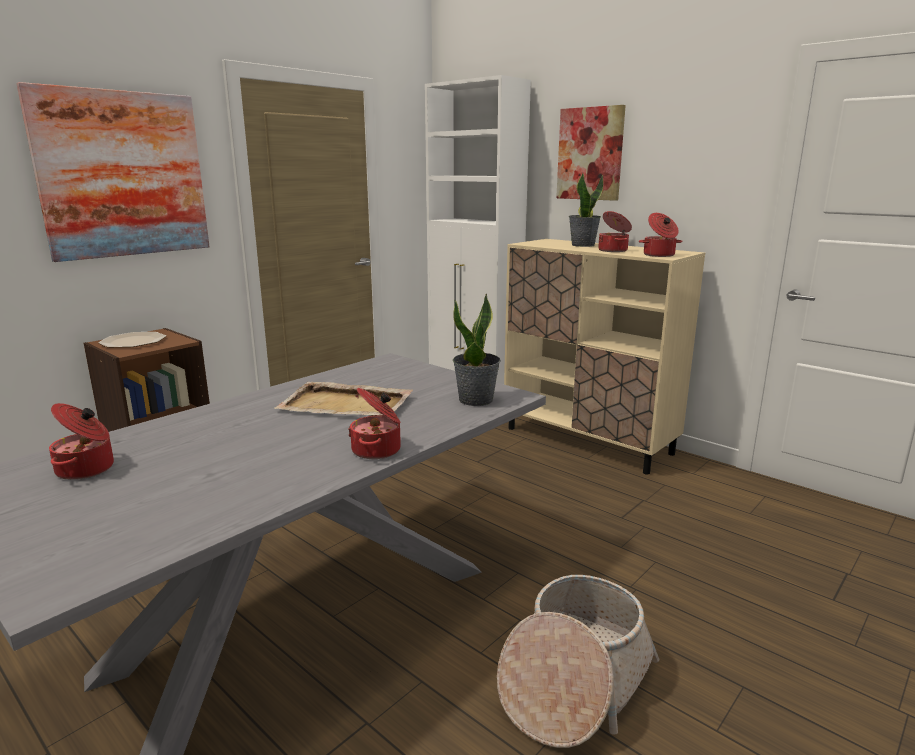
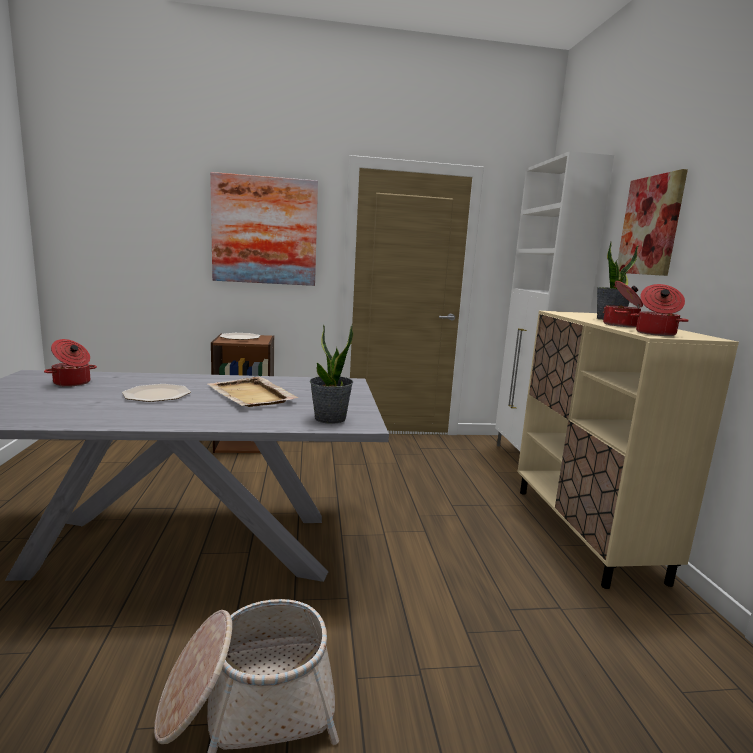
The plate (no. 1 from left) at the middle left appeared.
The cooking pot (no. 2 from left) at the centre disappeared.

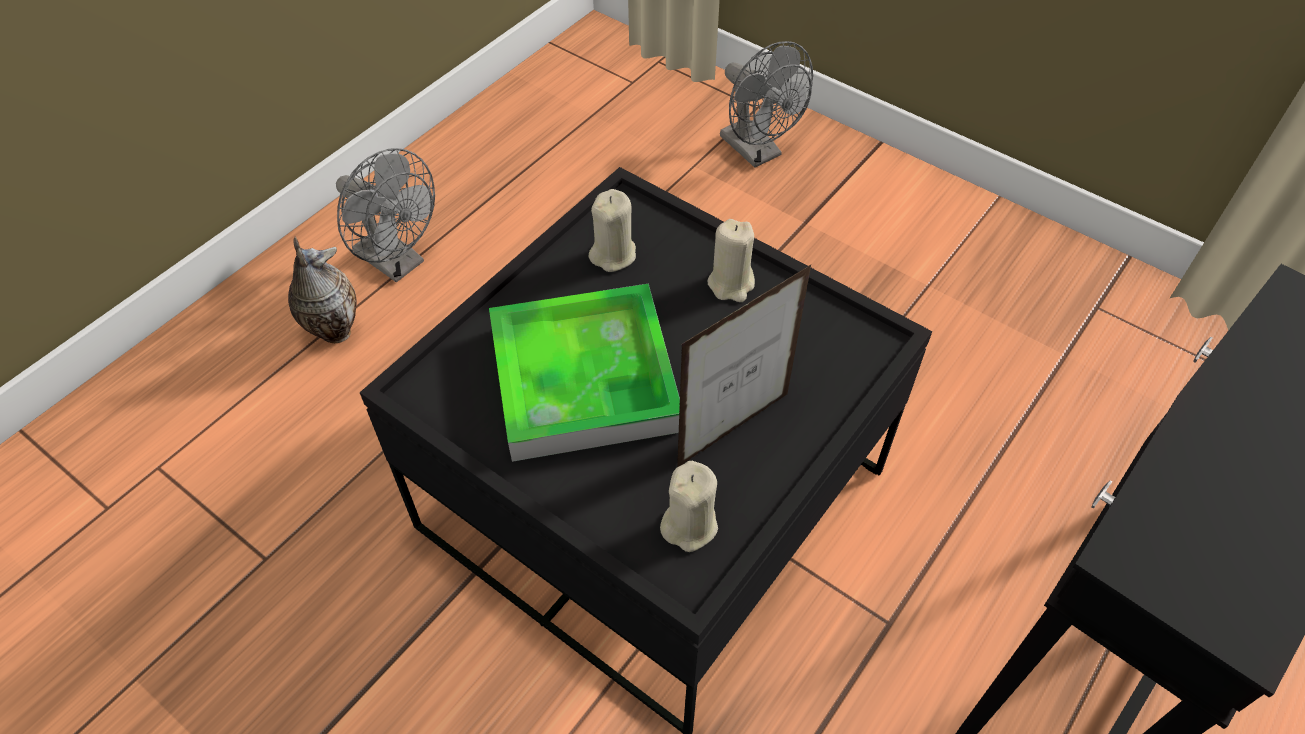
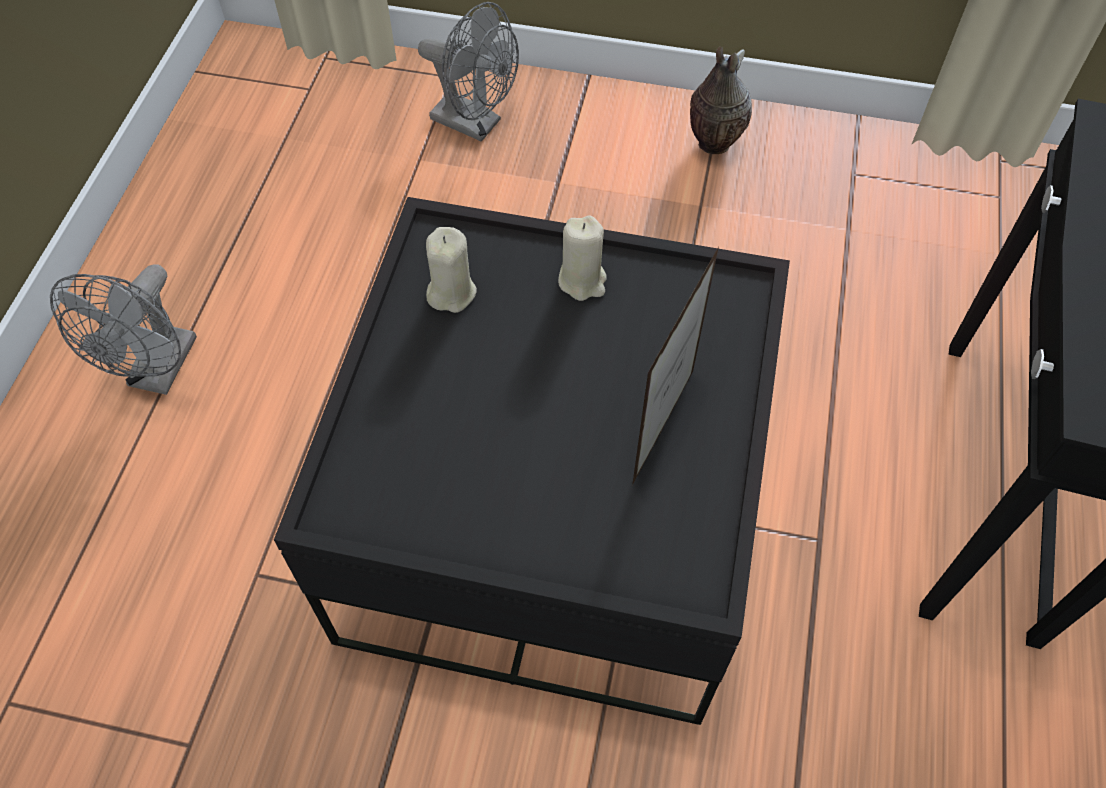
The fan (grey) (no. 1 from left) at the top left turned 90 degrees clockwise.
The vase moved from the middle left to the top centre.
The tray at the centre disappeared.
The candle (beige) (no. 2 from left) at the bottom centre disappeared.

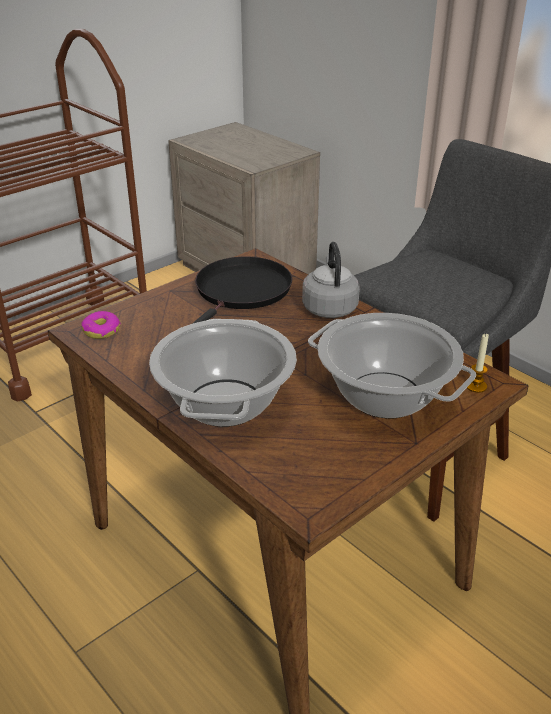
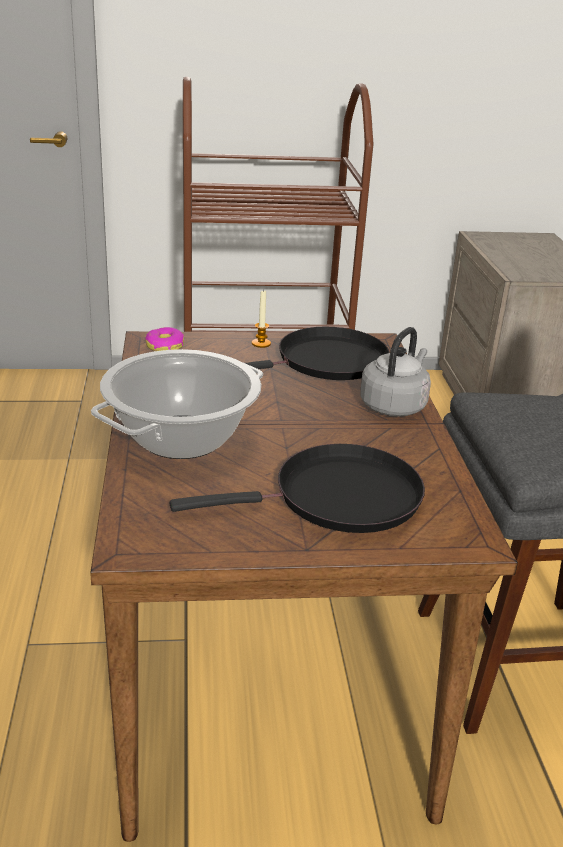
The cooking pot (no. 2 from left) at the middle right was replaced by the frying pan (black) (no. 1 from left) at the centre.
The candle moved from the middle right to the centre.

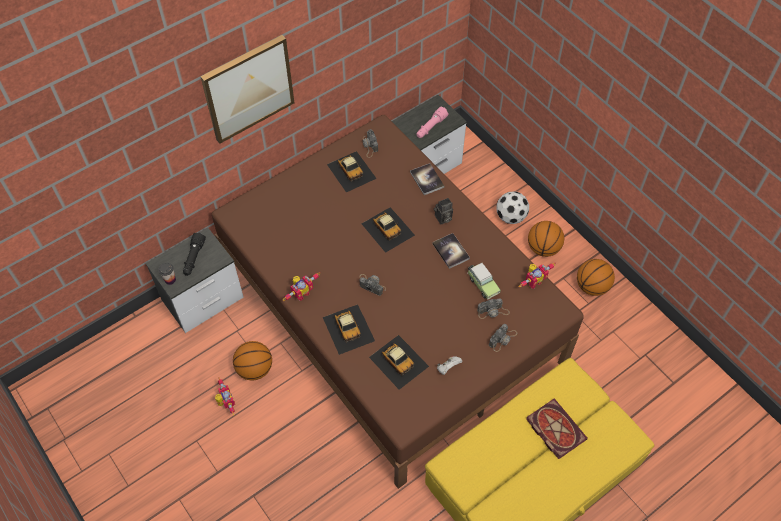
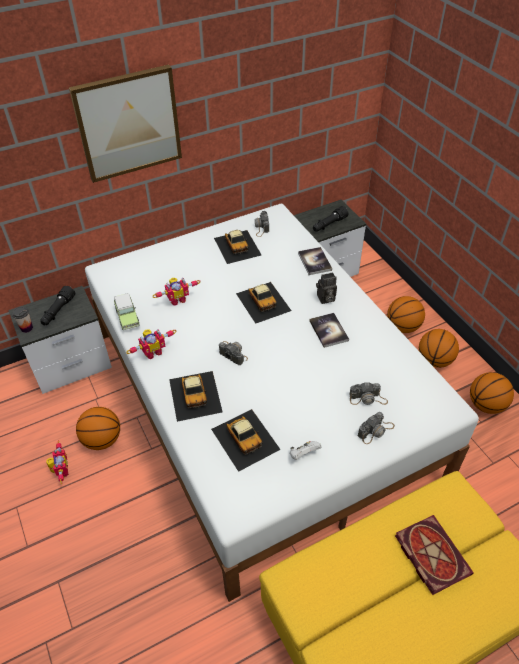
The bed (brown) at the centre became the bed (white) at the centre.
The toy car (no. 5 from left in the first image) moved from the centre to the middle left.
The toy robot (no. 3 from left) moved from the middle right to the centre.
The flashlight (pink) at the top centre became the flashlight (black) (no. 2 from left) at the top centre.
The football at the centre was replaced by the basketball (no. 2 from left) at the middle right.

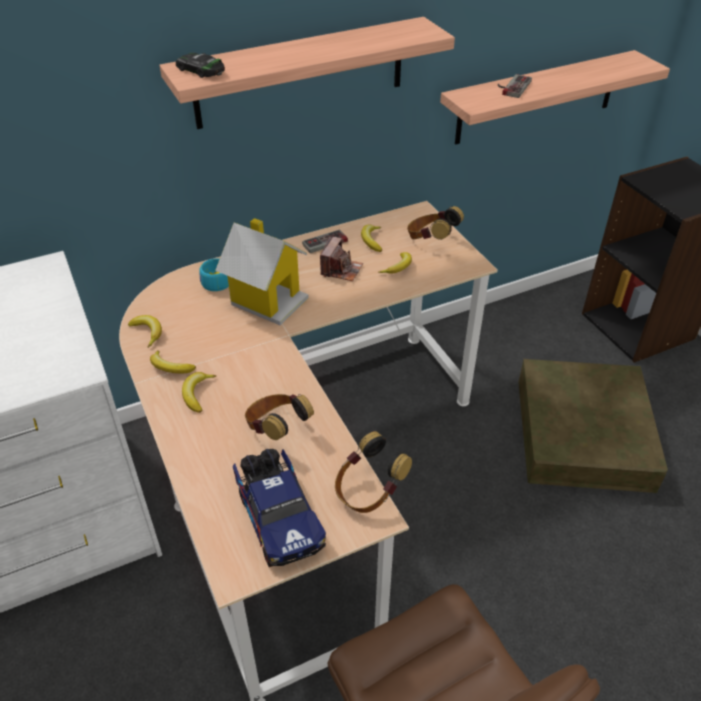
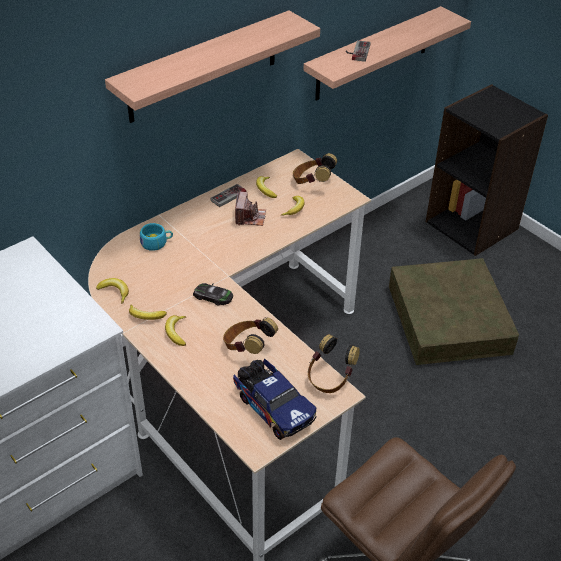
The toy car moved from the top left to the centre.
The toy house at the centre disappeared.

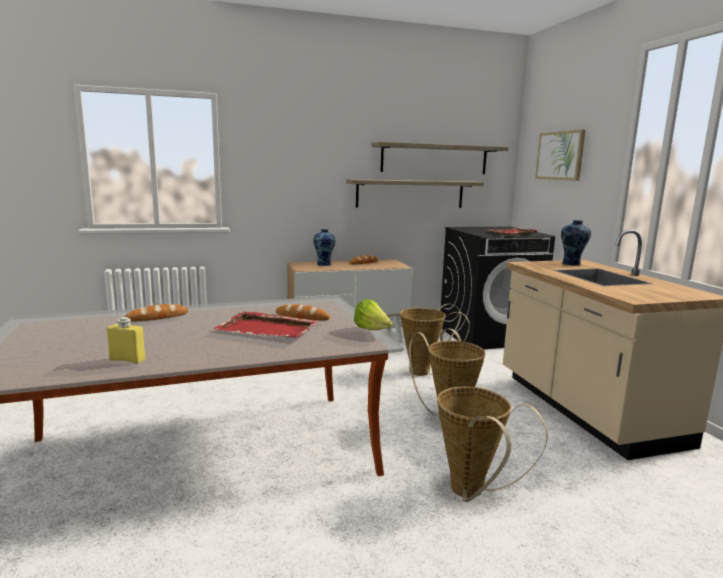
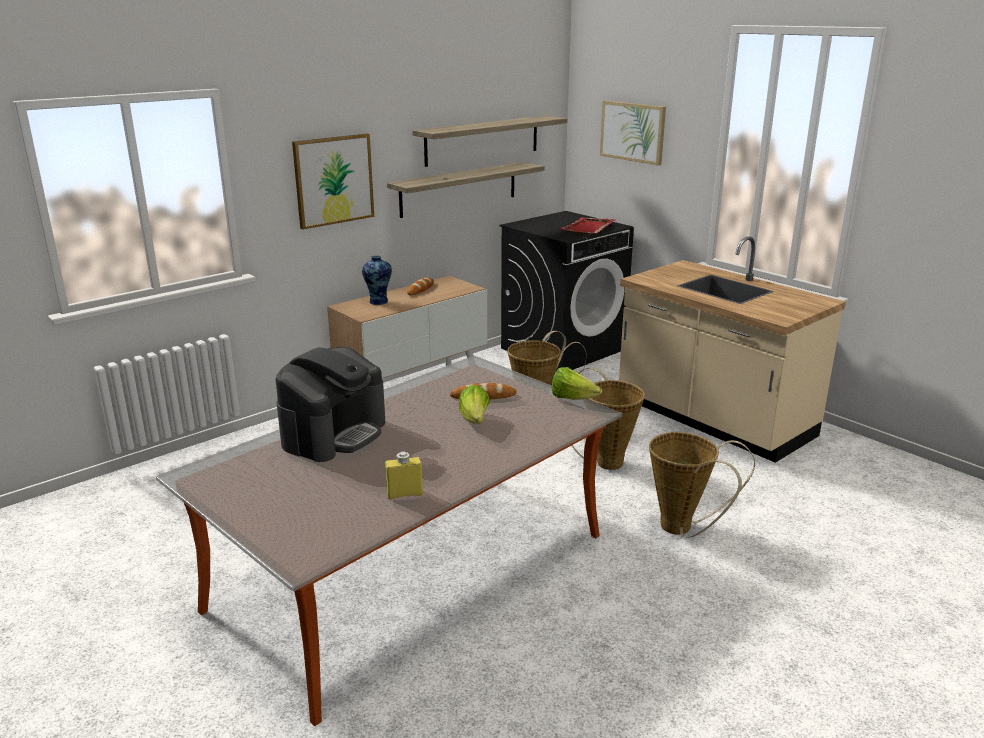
The bread (no. 1 from left) at the middle left was replaced by the coffee machine at the centre.
The picture (no. 1 from left) at the top centre appeared.
The tray (red) (no. 1 from left) at the centre was replaced by the lettuce (no. 1 from left) at the centre.
The vase (no. 2 from left) at the middle right disappeared.

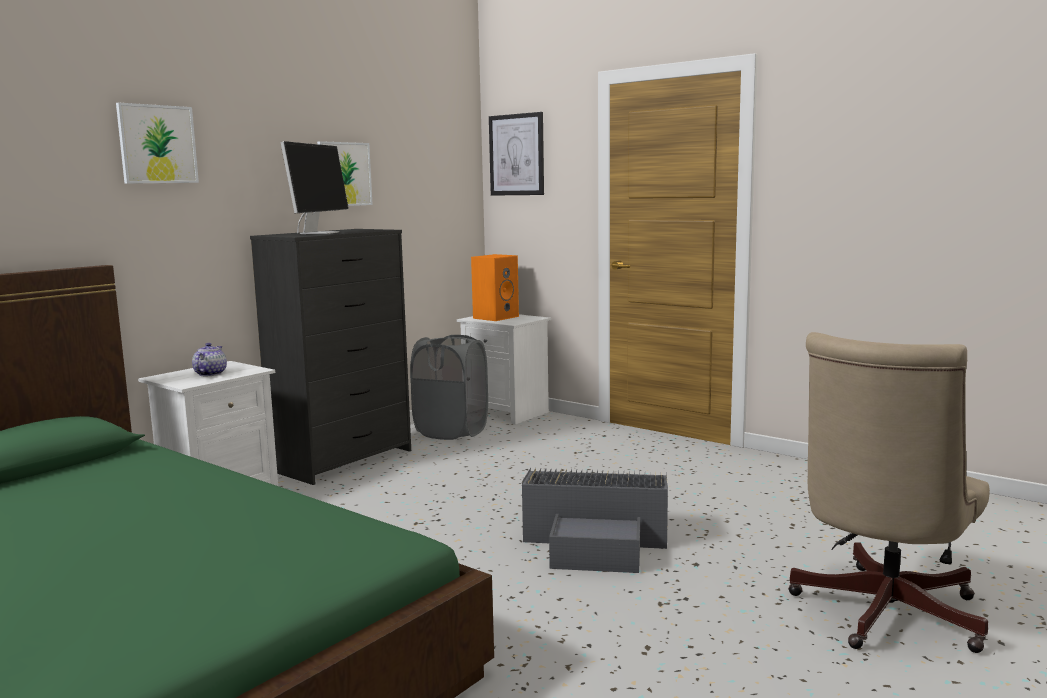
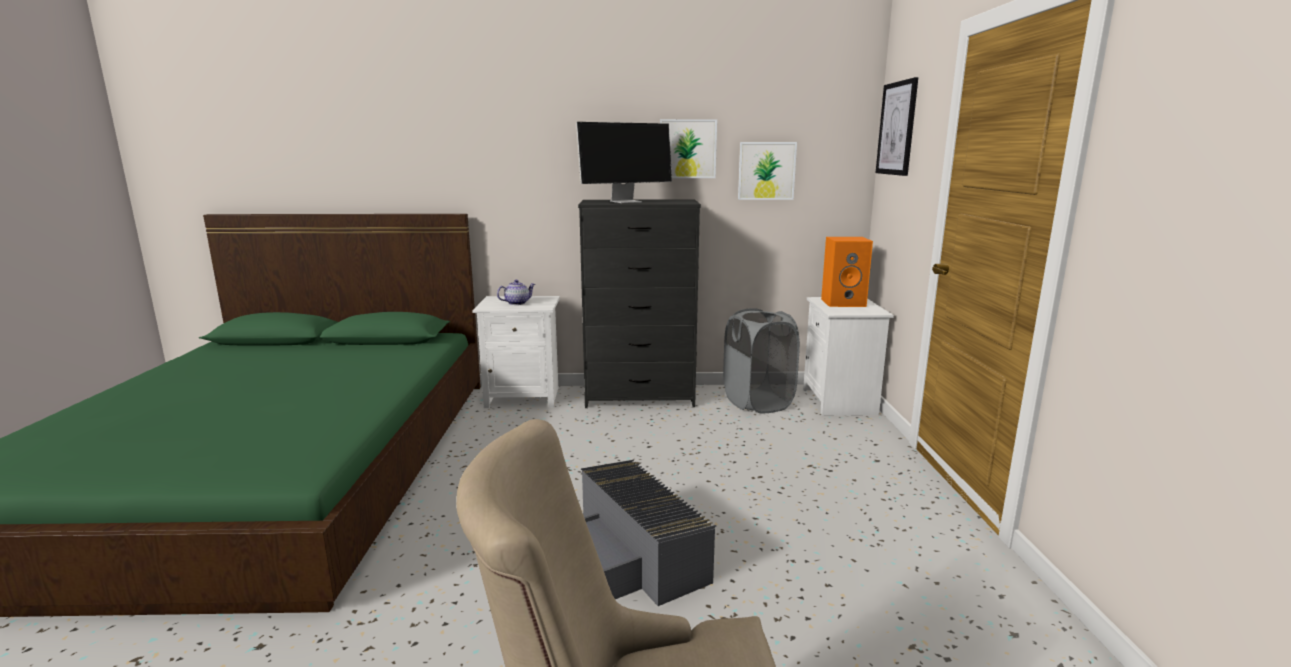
The picture (no. 1 from left in the first image) moved from the top left to the top centre.

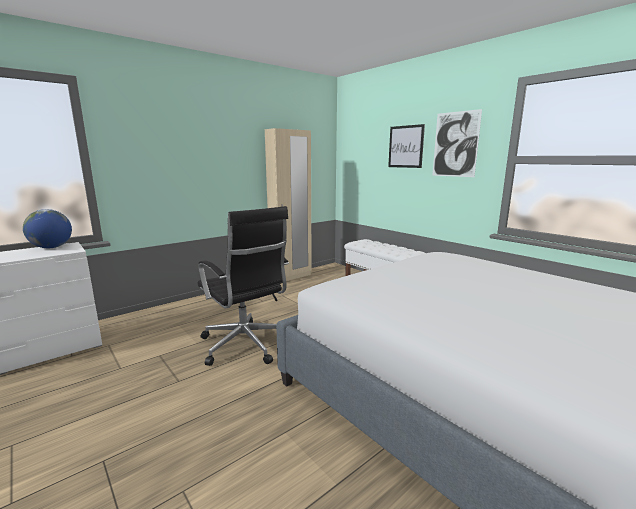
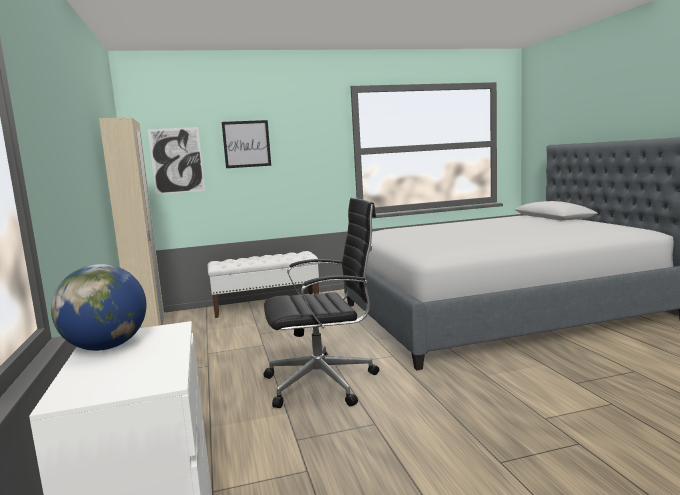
The picture (no. 2 from left in the first image) moved from the top right to the top left.

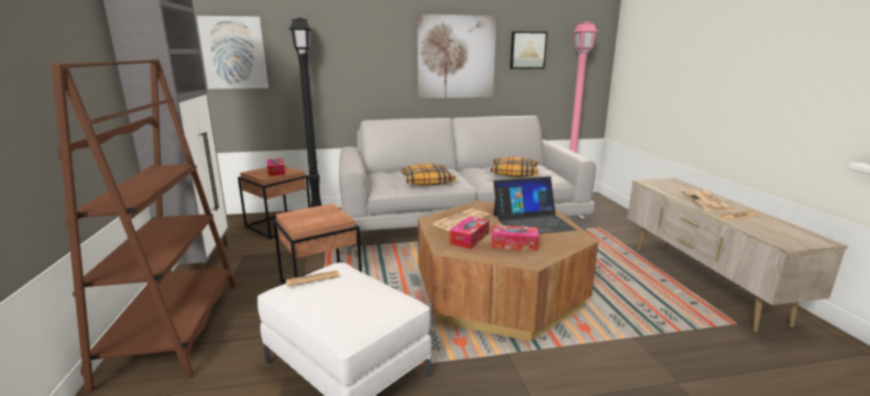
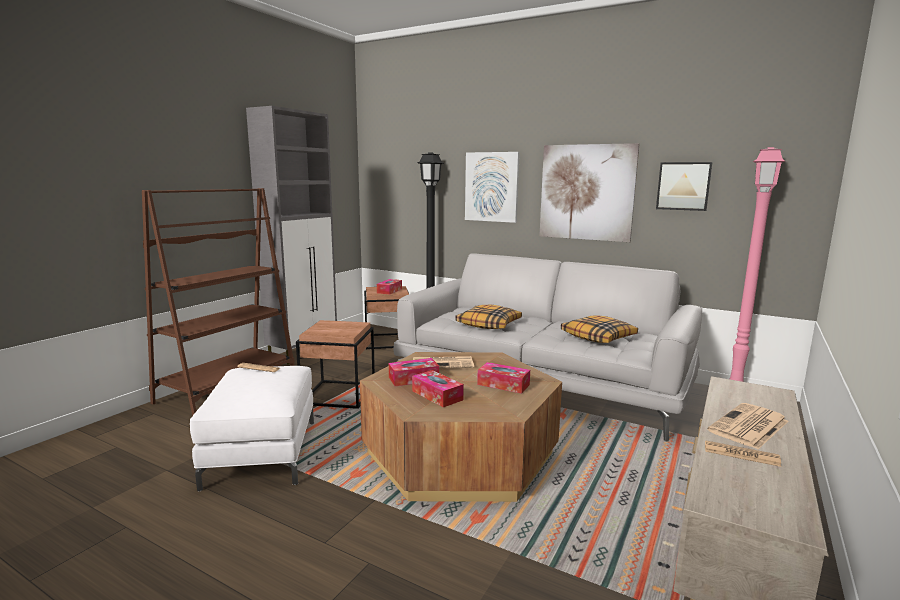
The picture (no. 1 from left) moved from the top left to the top centre.
The laptop at the centre was replaced by the tissue box (no. 4 from left) at the centre.

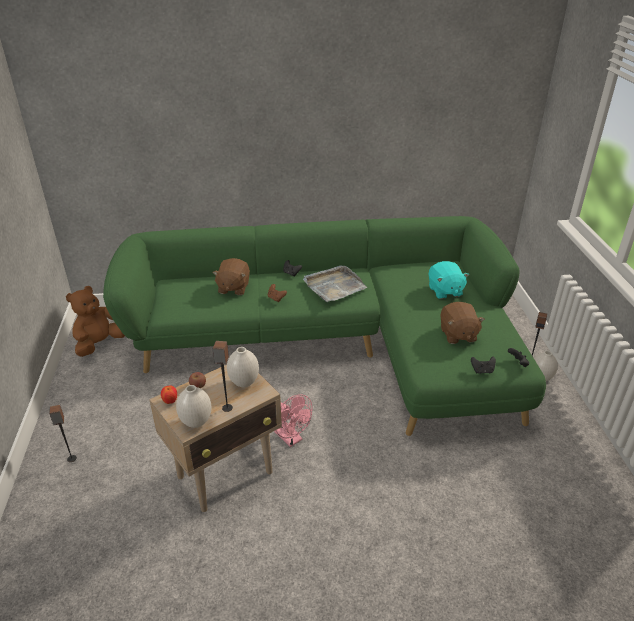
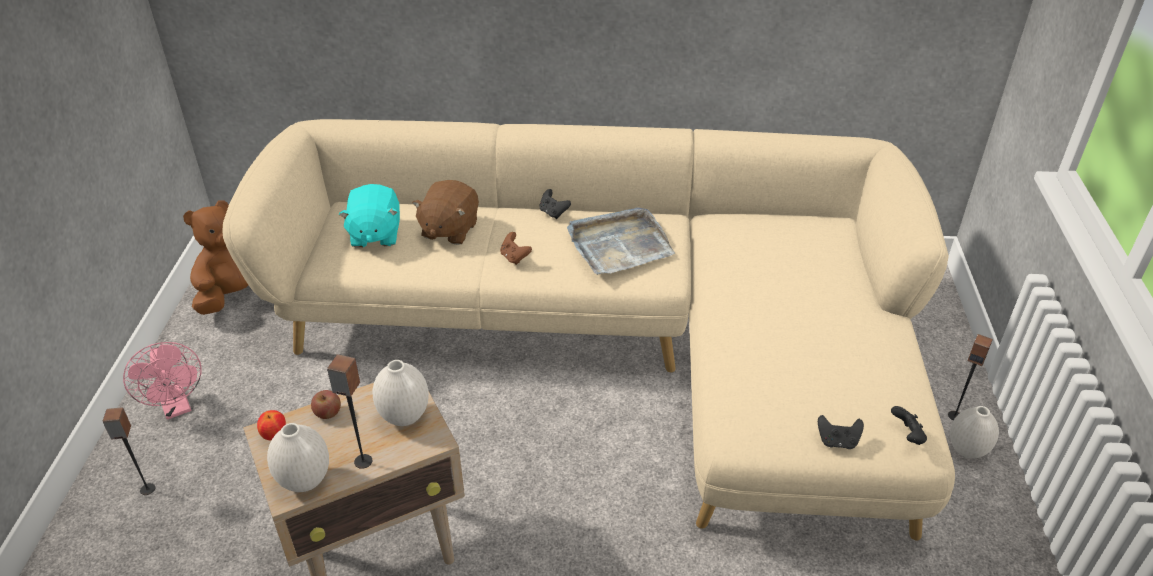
The fan (pink) moved from the bottom centre to the middle left.
The sofa (green) at the centre became the sofa (beige) at the centre.
The plush toy (turquoise) moved from the middle right to the middle left.
The plush toy (brown) (no. 3 from left) at the middle right disappeared.

